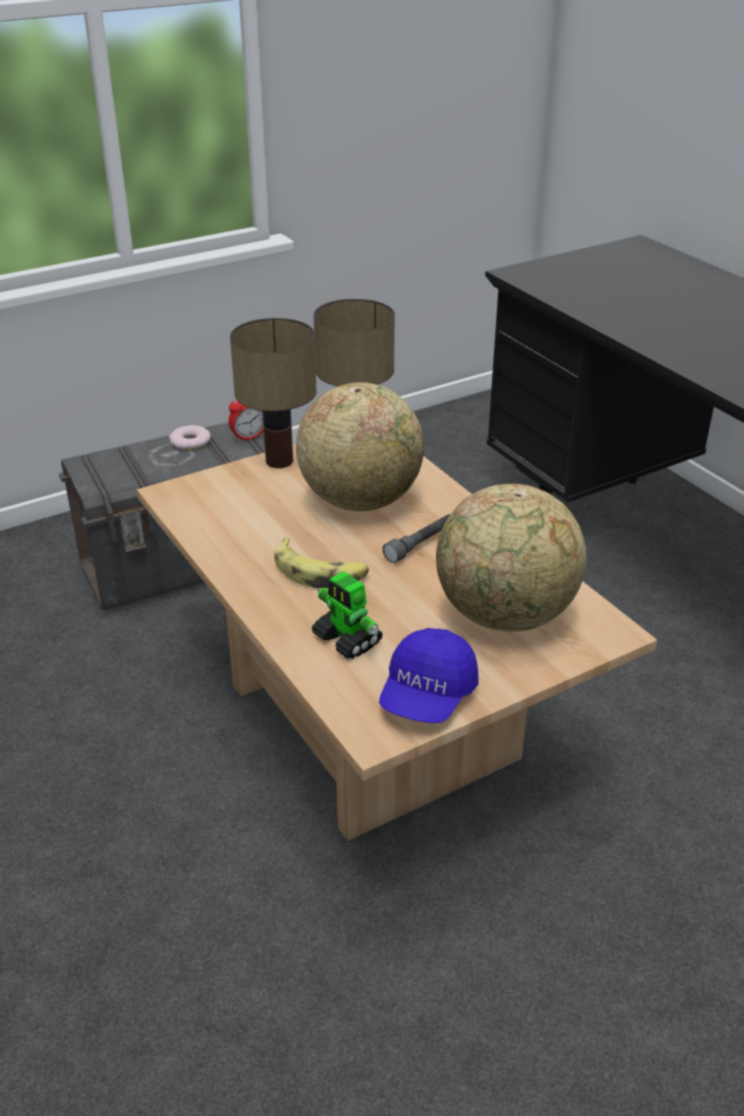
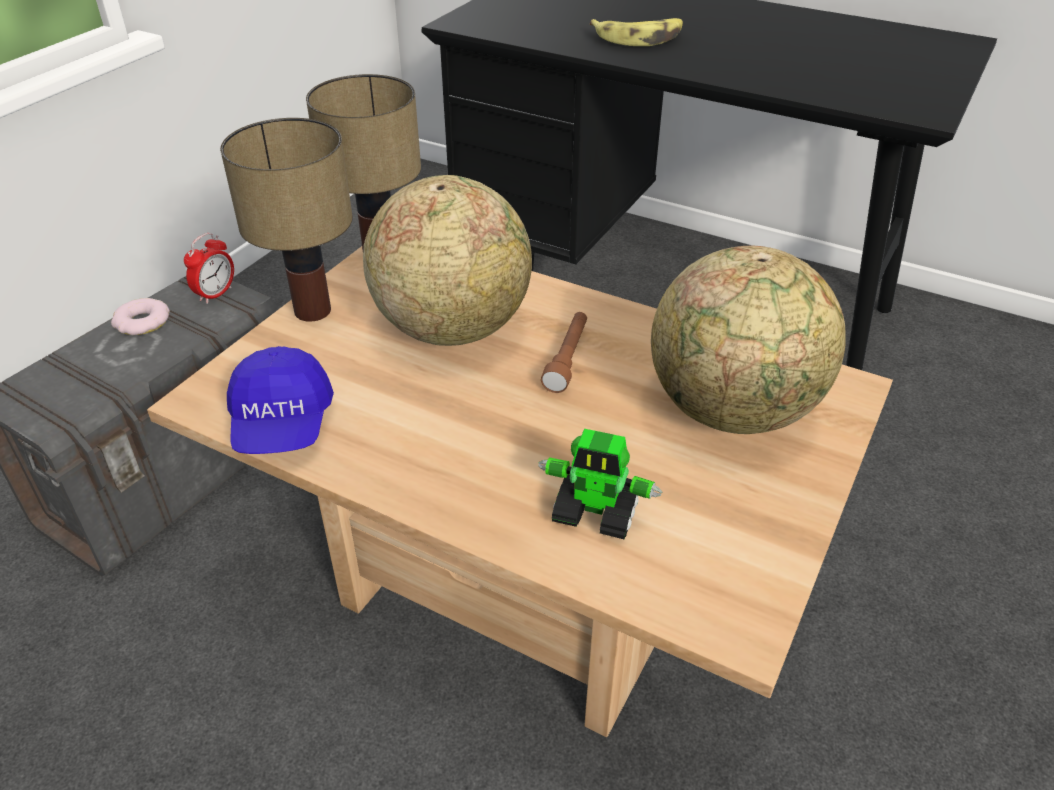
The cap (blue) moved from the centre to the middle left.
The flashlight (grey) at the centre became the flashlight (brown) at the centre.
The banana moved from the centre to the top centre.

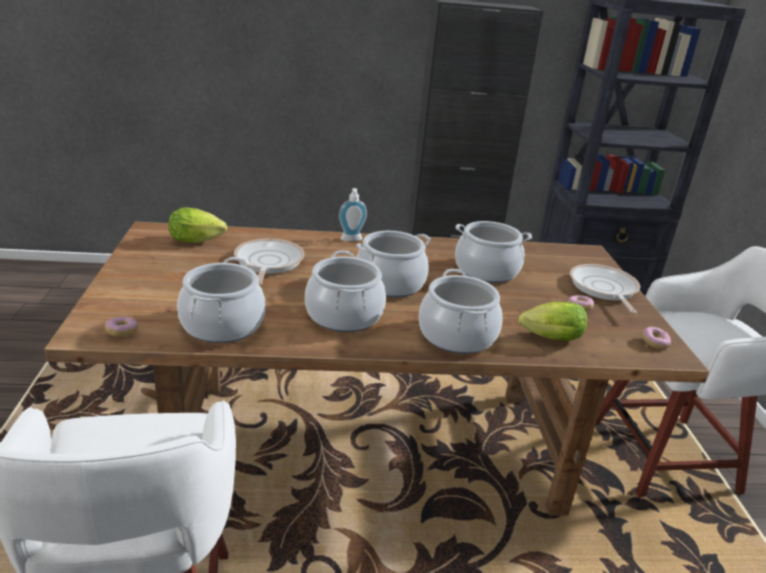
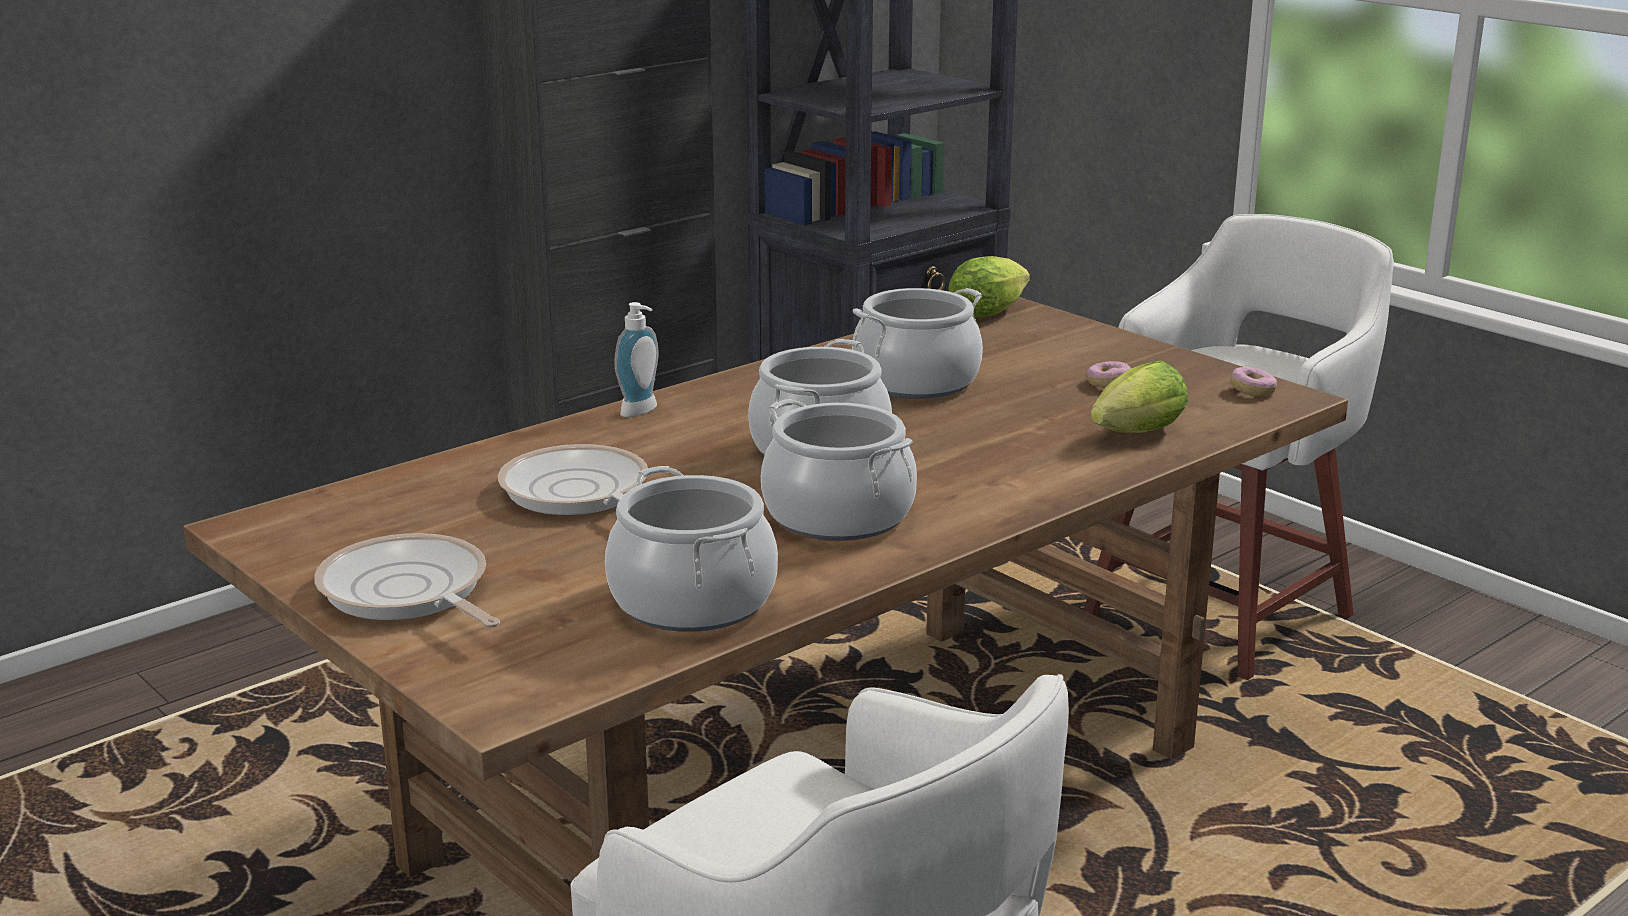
The frying pan (no. 2 from left in the first image) moved from the middle right to the middle left.
The lettuce (no. 1 from left) moved from the middle left to the top centre.
The donut (no. 1 from left) at the middle left disappeared.
The cooking pot (no. 4 from left) at the centre disappeared.

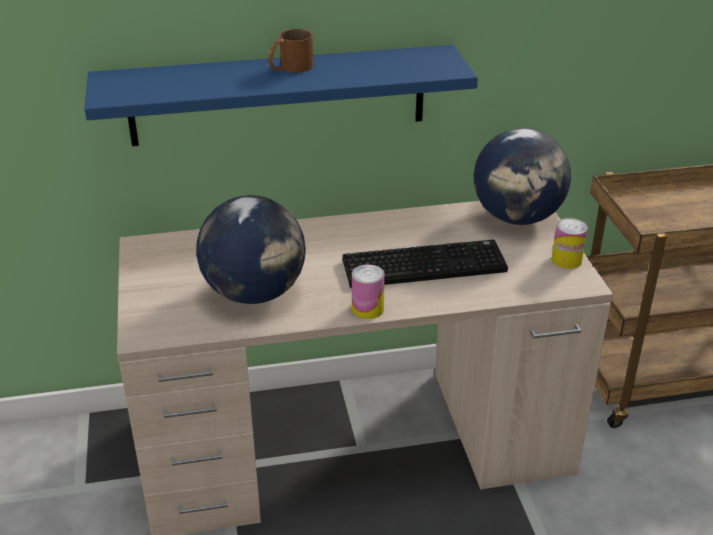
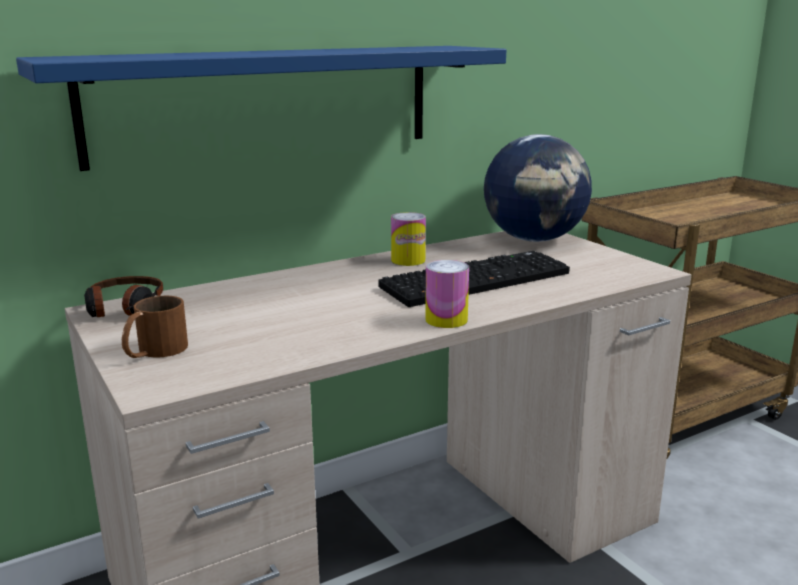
The headphones at the middle left appeared.
The mug (brown) moved from the top centre to the middle left.
The can (no. 2 from left in the first image) moved from the middle right to the centre.
The globe (no. 1 from left) at the centre disappeared.

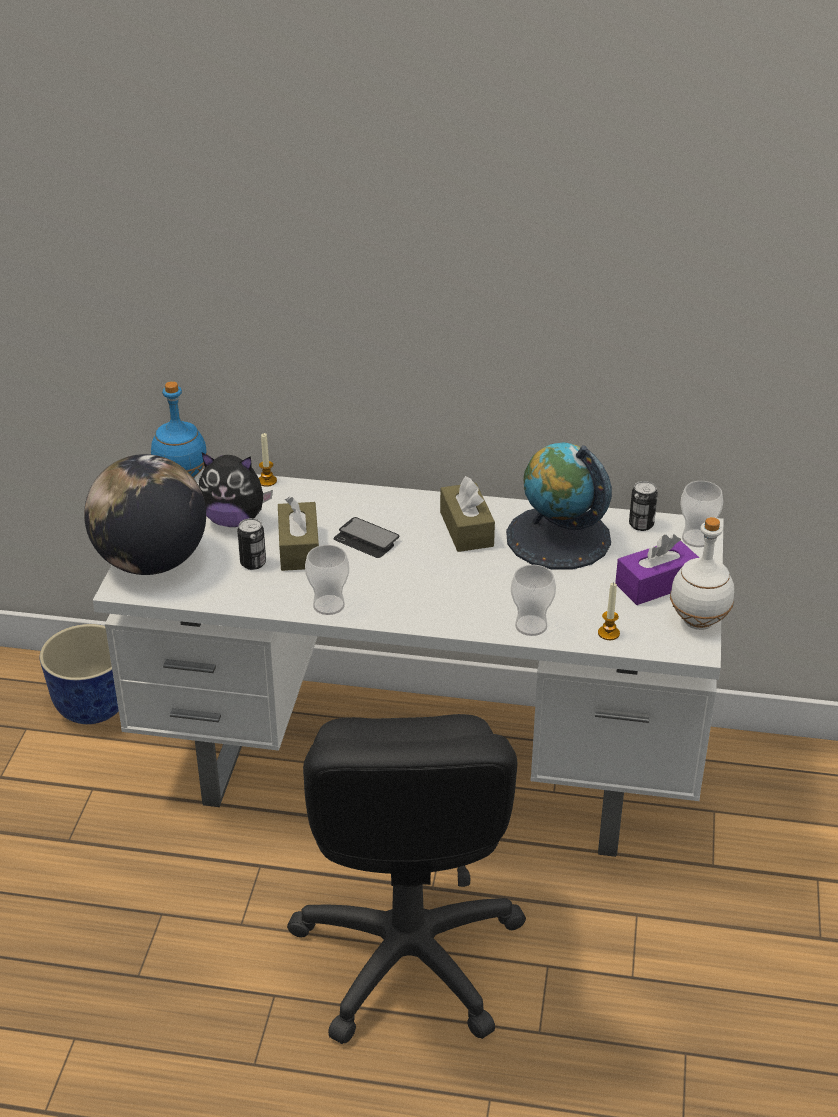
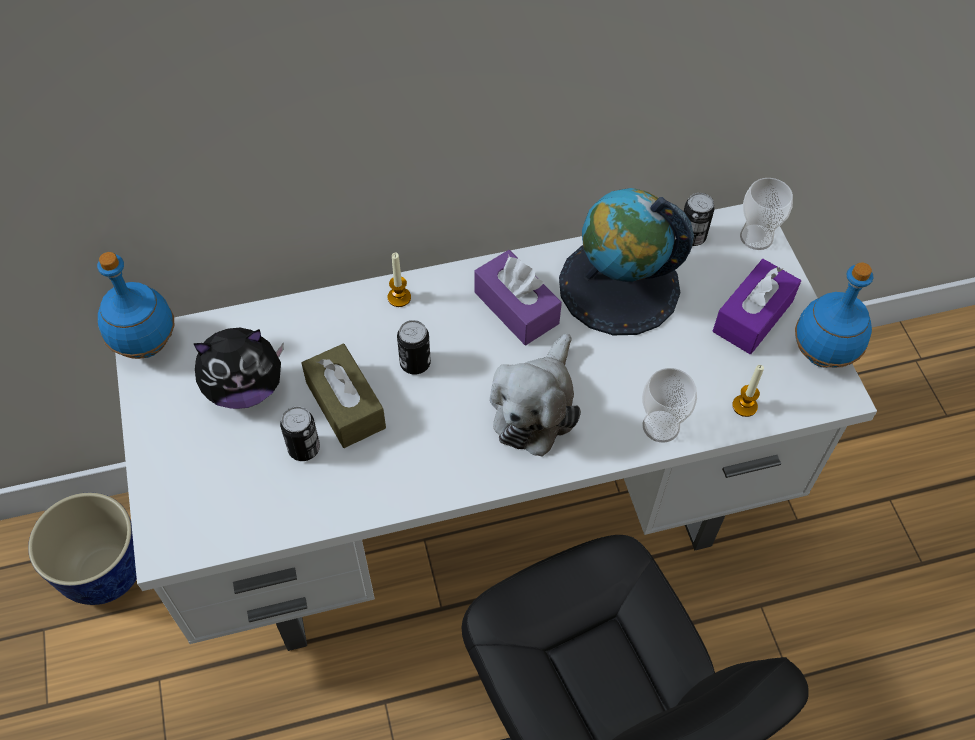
The candle (no. 1 from left) moved from the middle left to the centre.
The phone at the centre was replaced by the can (no. 2 from left) at the centre.
The tissue box (brown) (no. 2 from left) at the centre became the tissue box (purple) (no. 1 from left) at the centre.
The plush toy (no. 2 from left) at the centre appeared.
The bottle (white) at the middle right became the bottle (blue) (no. 2 from left) at the middle right.
The globe (no. 1 from left) at the middle left disappeared.
The cup (no. 1 from left) at the centre disappeared.

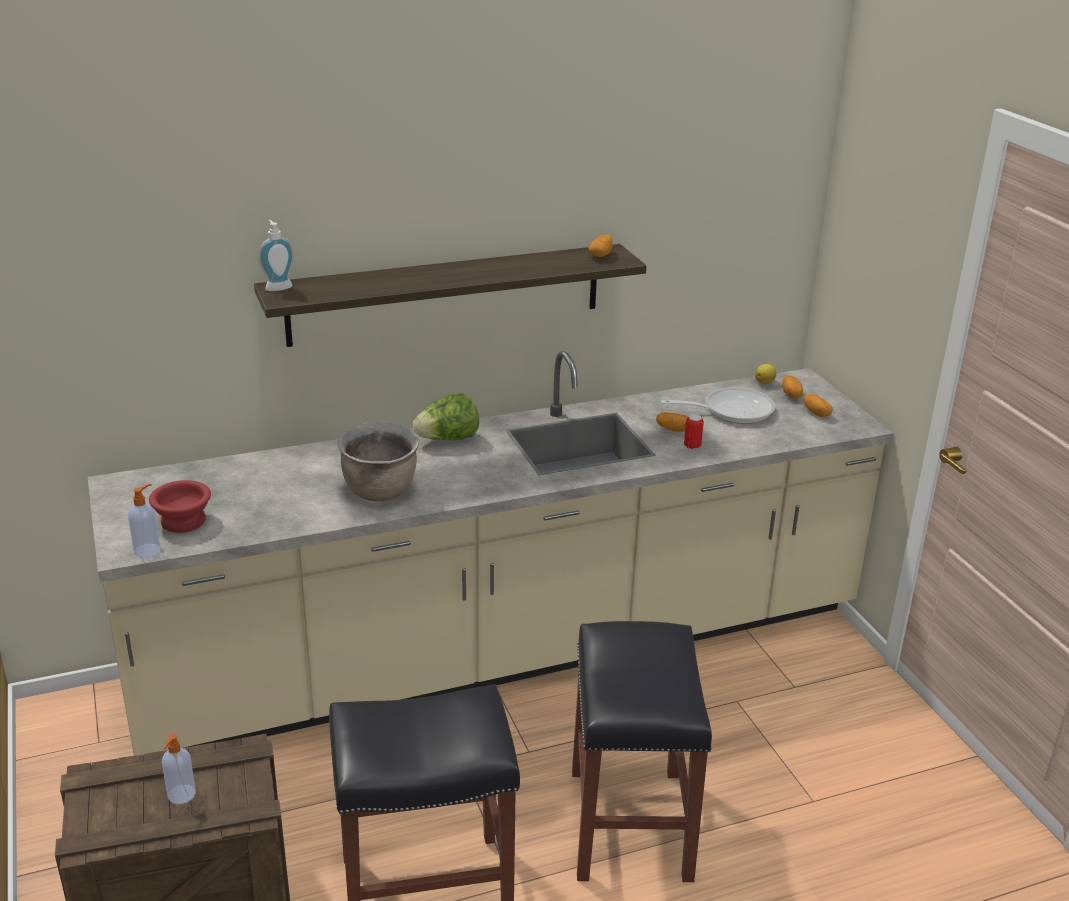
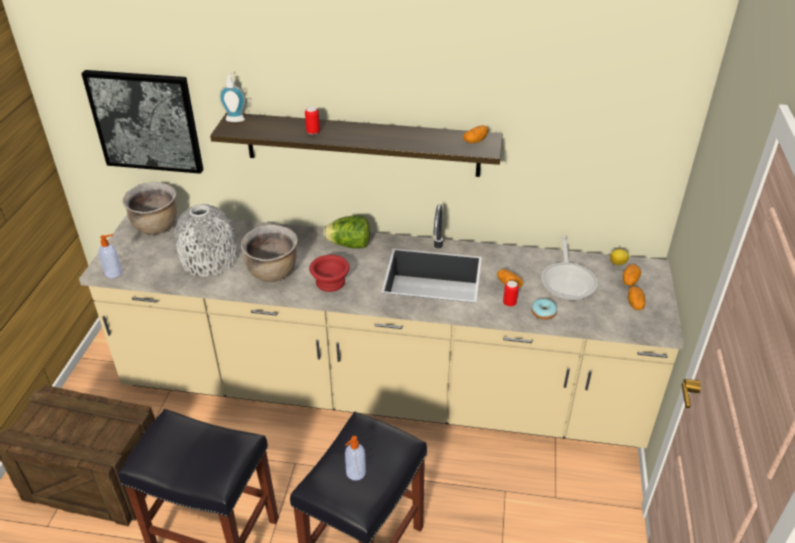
The picture at the top left appeared.
The cooking pot (brown) (no. 1 from left) at the middle left appeared.
The vase (grey) at the middle left appeared.
The can (no. 1 from left) at the top centre appeared.
The bowl (red) moved from the middle left to the centre.
The soap dispenser (no. 2 from left in the first image) moved from the bottom left to the bottom centre.
The donut at the middle right appeared.
The frying pan at the middle right turned 75 degrees clockwise.

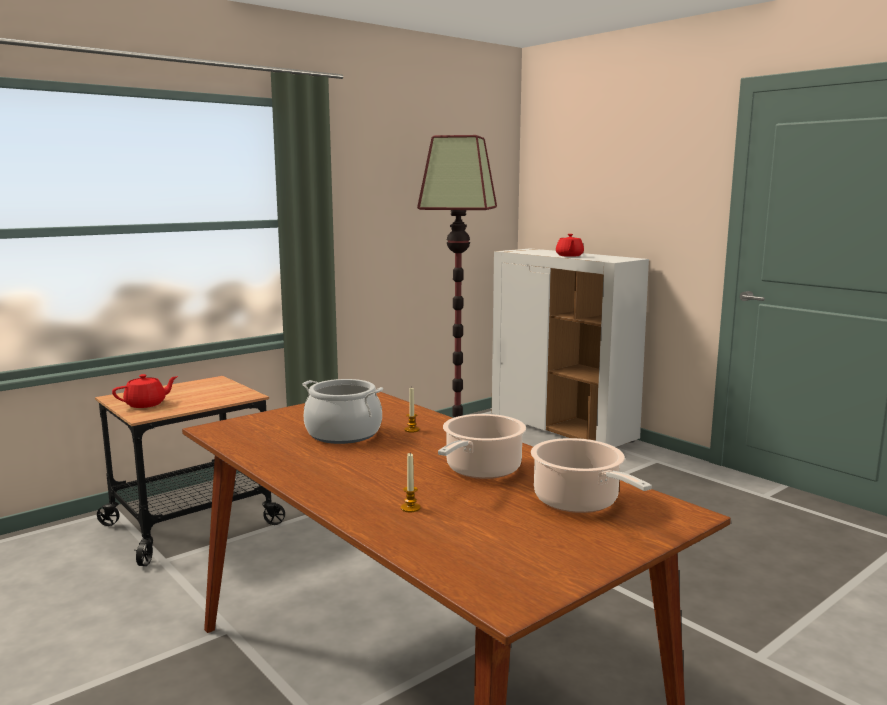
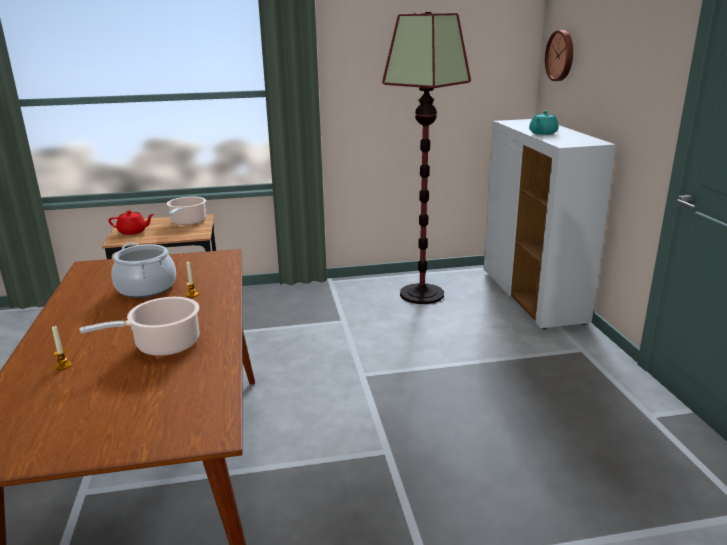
The cooking pot (no. 3 from left) moved from the bottom centre to the middle left.
The teapot (red) (no. 2 from left) at the centre became the teapot (turquoise) at the top right.
The wall clock at the top right appeared.

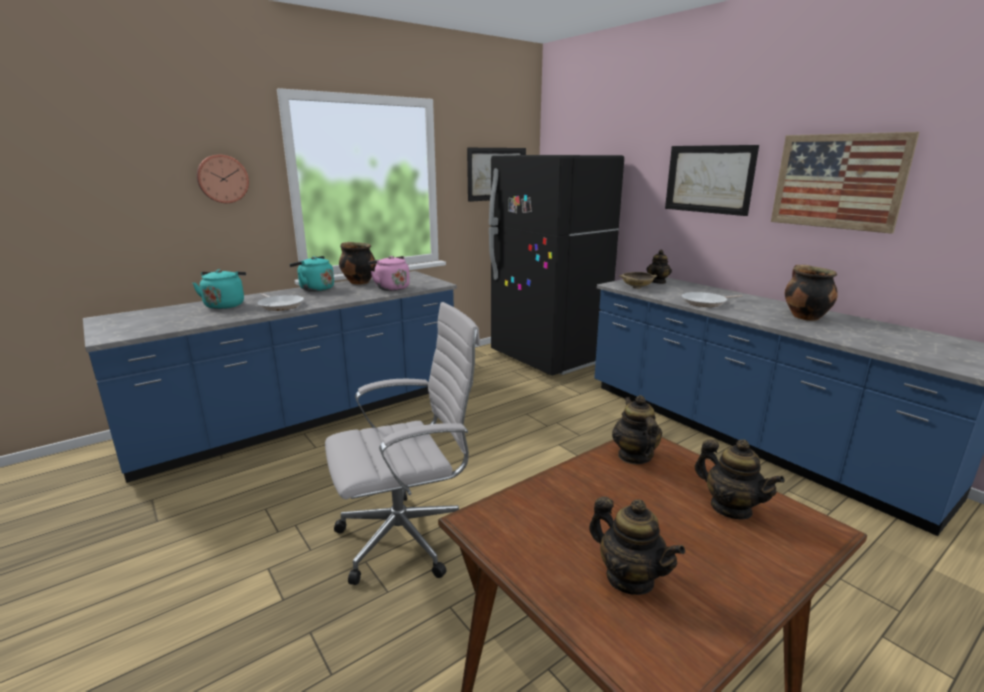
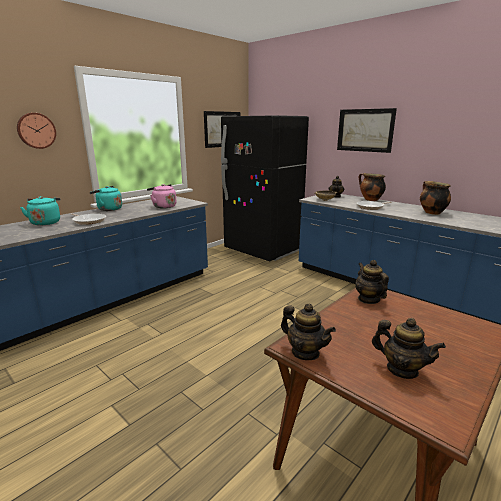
The teapot (no. 4 from left in the first image) moved from the bottom right to the centre.
The cooking pot (no. 1 from left) moved from the centre to the middle right.
The office chair (white) at the centre disappeared.
The picture (no. 3 from left) at the top right disappeared.

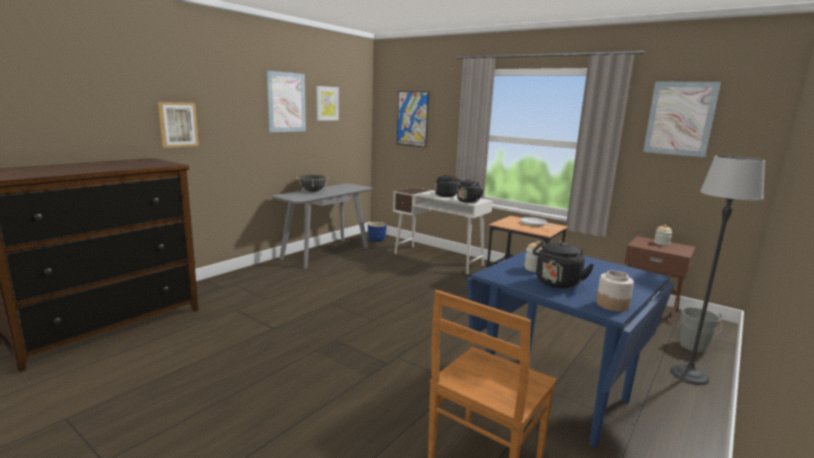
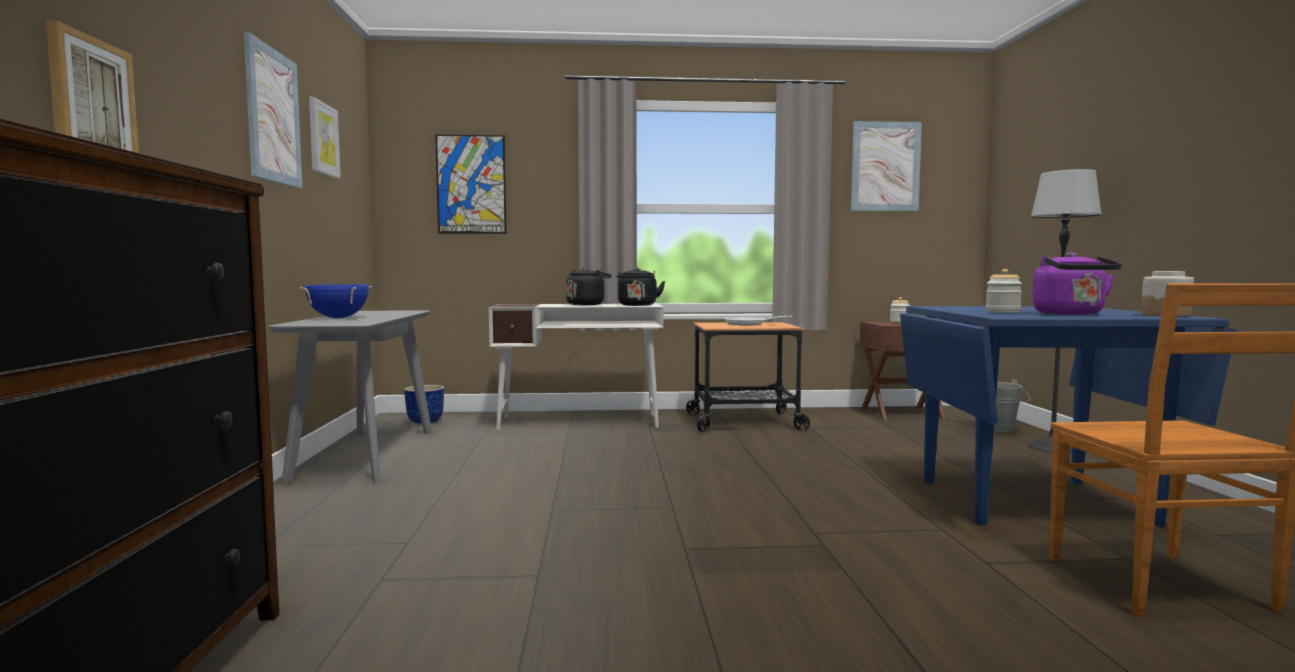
The cooking pot (black) at the centre became the cooking pot (blue) at the middle left.
The kettle (black) (no. 3 from left) at the middle right became the kettle (purple) at the middle right.

